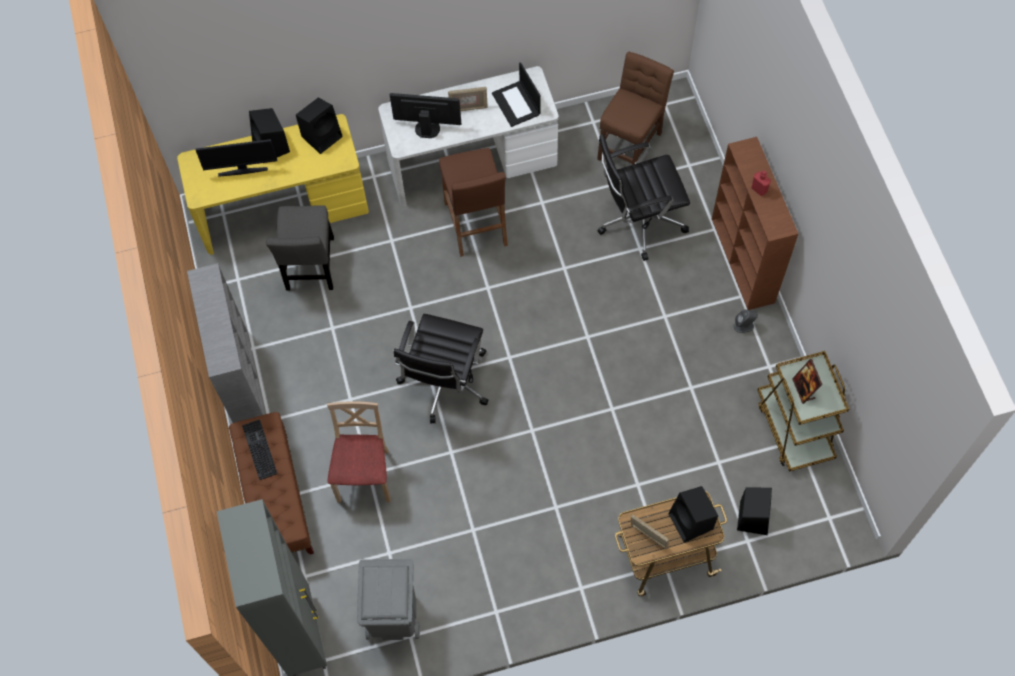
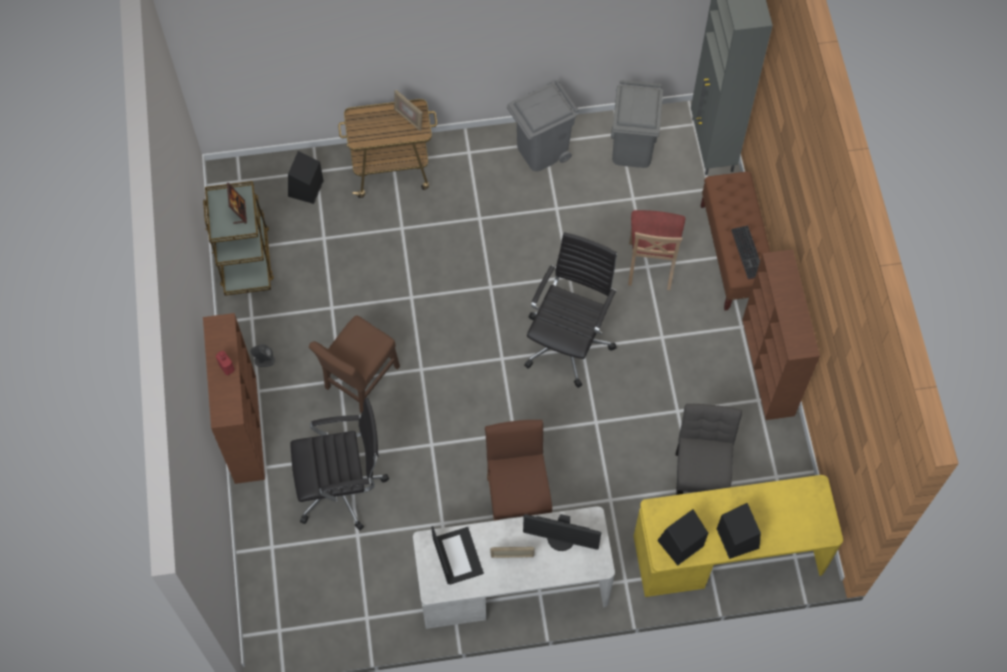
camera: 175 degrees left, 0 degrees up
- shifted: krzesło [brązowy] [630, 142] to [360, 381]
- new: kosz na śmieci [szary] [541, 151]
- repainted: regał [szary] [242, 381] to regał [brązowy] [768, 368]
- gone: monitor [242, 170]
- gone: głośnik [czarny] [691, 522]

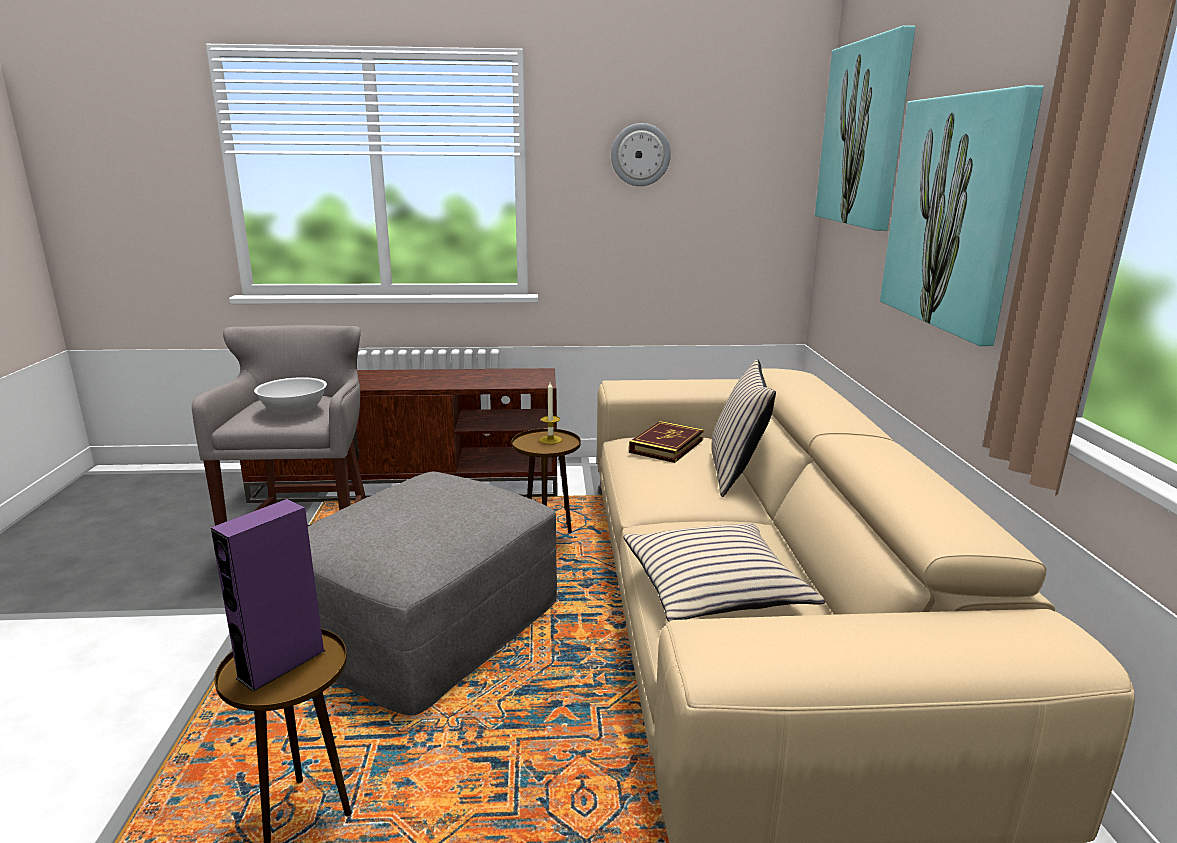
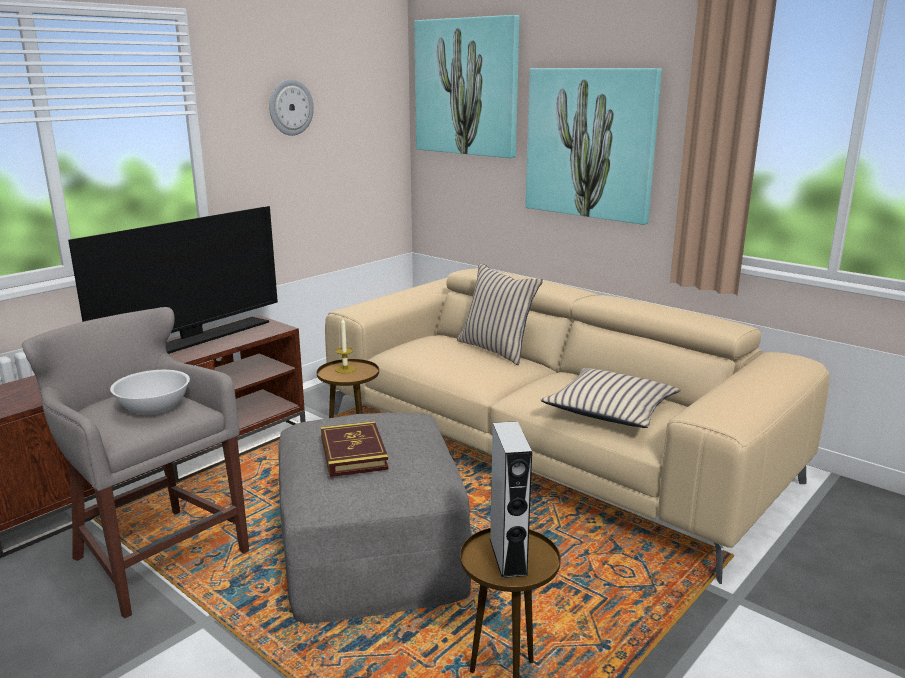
camera: 45 degrees left, 0 degrees up
- new: telewizor [192, 341]
- shifted: książka [666, 446] to [353, 453]
- repainted: głośnik [fioletowy] [281, 664] to głośnik [szary] [508, 556]

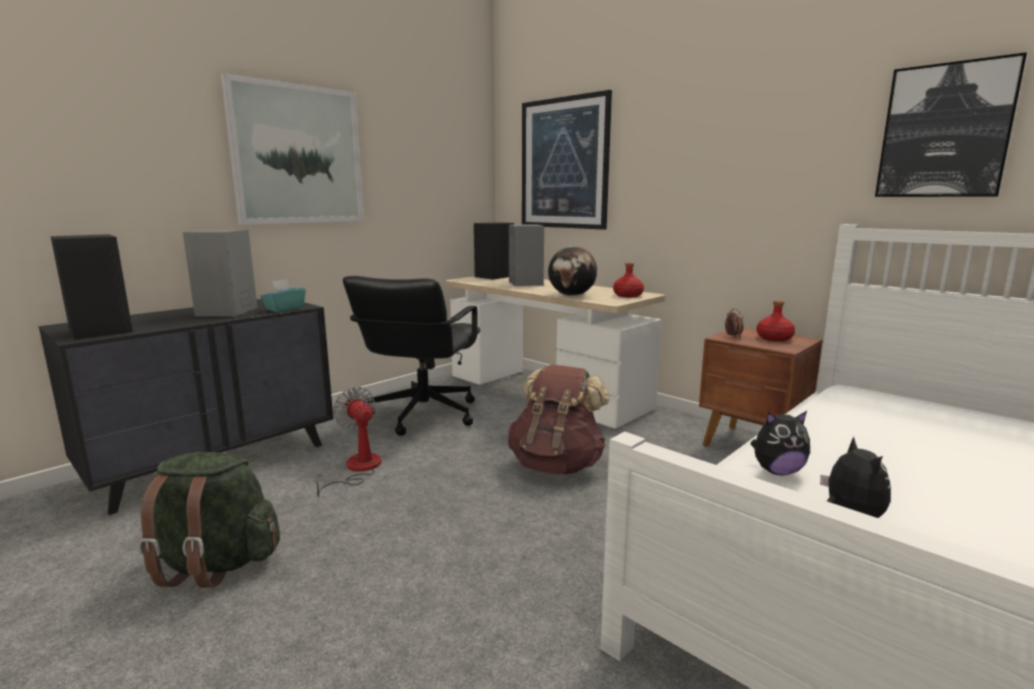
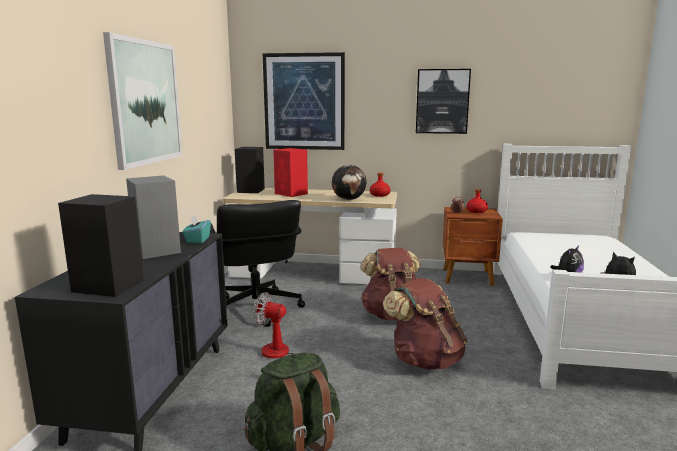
camera: 35 degrees left, 0 degrees up
- repainted: głośnik [szary] [526, 283] to głośnik [czerwony] [291, 194]
- new: plecak [brązowy] [425, 360]
- shifted: obraz [945, 131] to [442, 101]

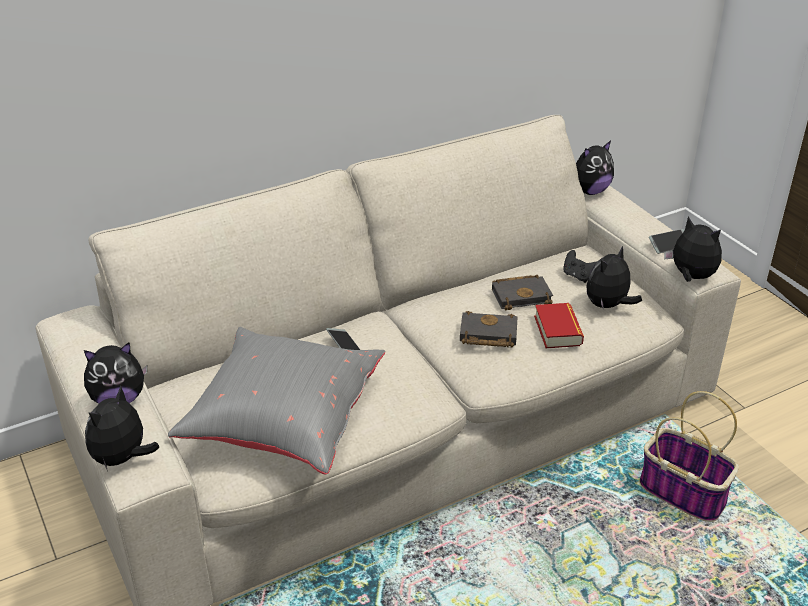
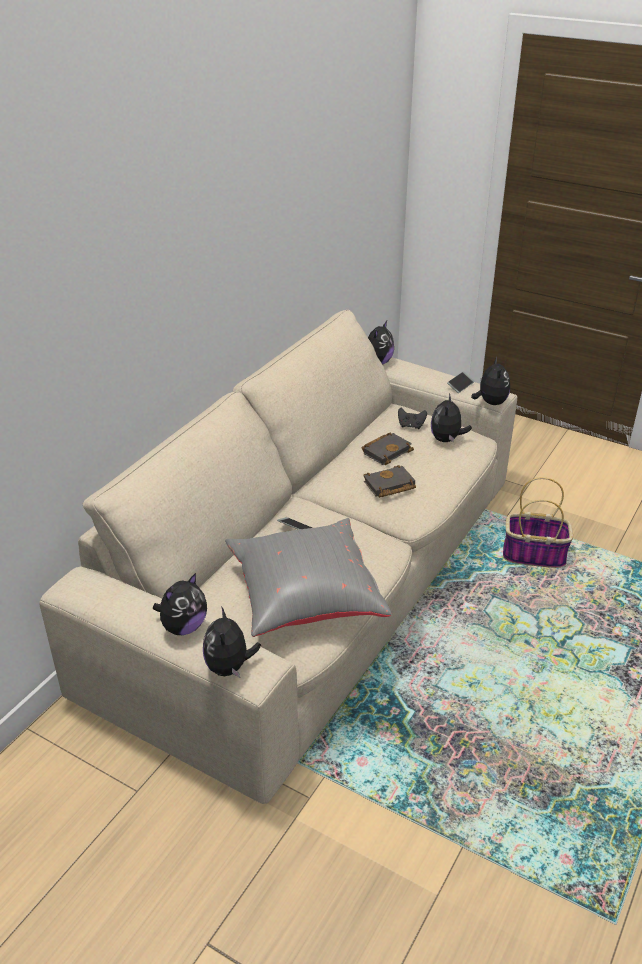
camera: 30 degrees left, 0 degrees up
- rotated: pluszak [691, 277] = [490, 402] 75 degrees clockwise
- gone: książka [558, 330]

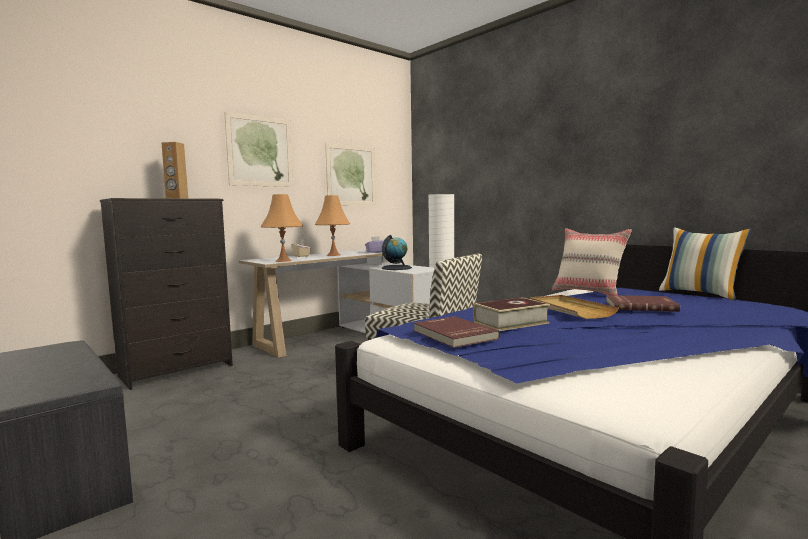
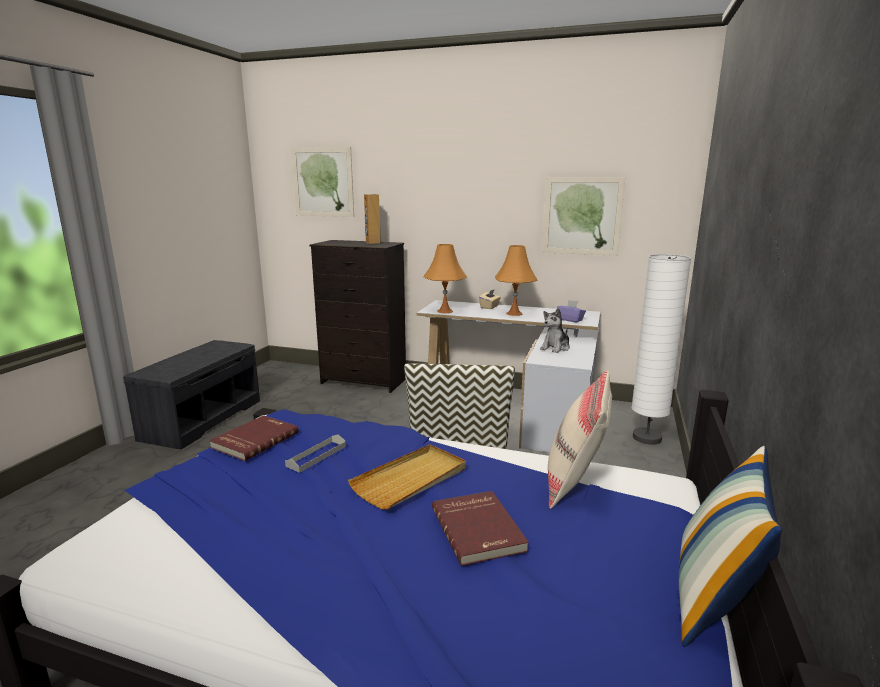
camera: 60 degrees right, 10 degrees up
- swapped: książka [511, 322] to taca [szary] [316, 456]
- shifted: obraz [260, 151] to [323, 182]
- swapped: globus [396, 268] to pluszak [555, 348]

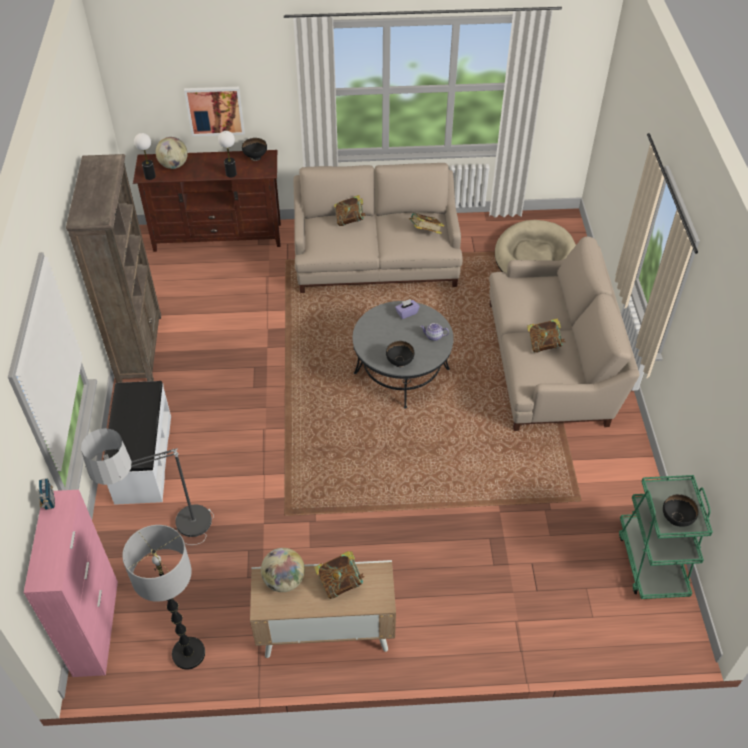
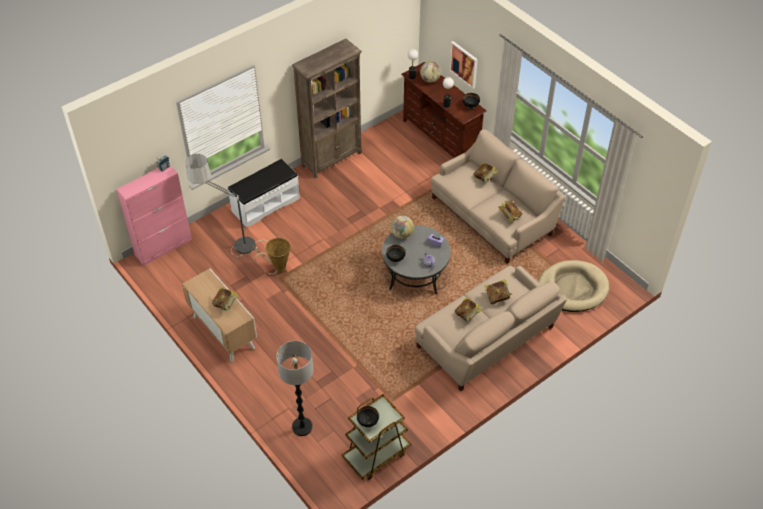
camera: 55 degrees right, 0 degrees up
- new: koszyk [277, 269]
- shifted: lampa stojąca [188, 654] to [302, 427]
- repainted: wózek [zielony] [652, 561] to wózek [brązowy] [376, 454]
- shifted: globus [284, 580] to [401, 234]
- new: książka [497, 297]

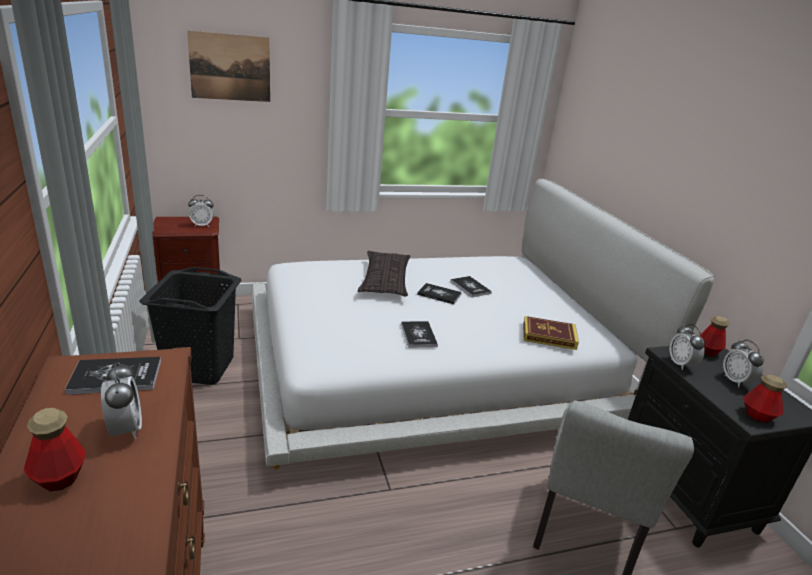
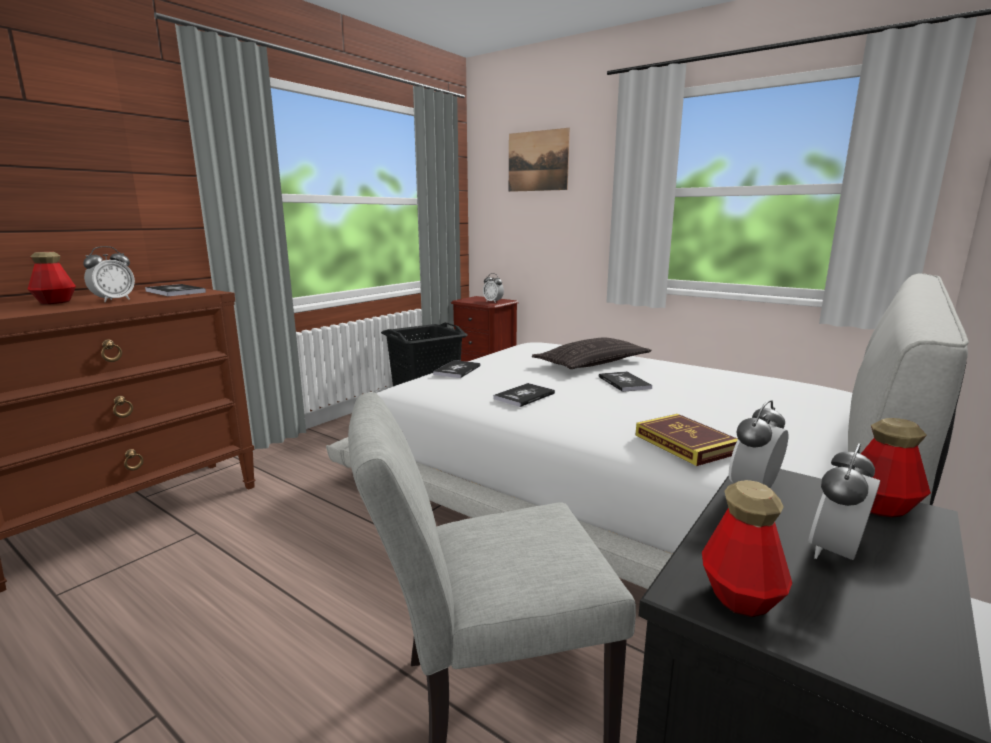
camera: 55 degrees right, 10 degrees down
- shifted: książka [470, 287] to [457, 370]

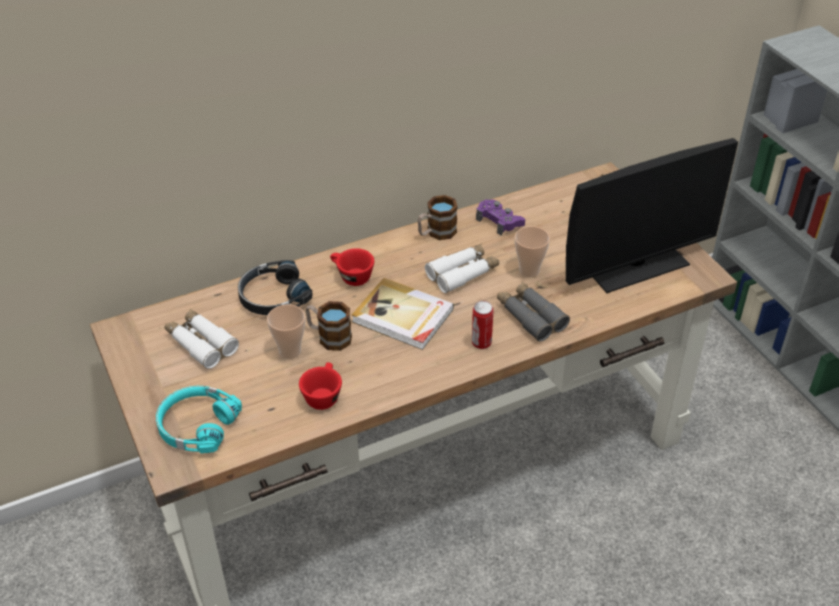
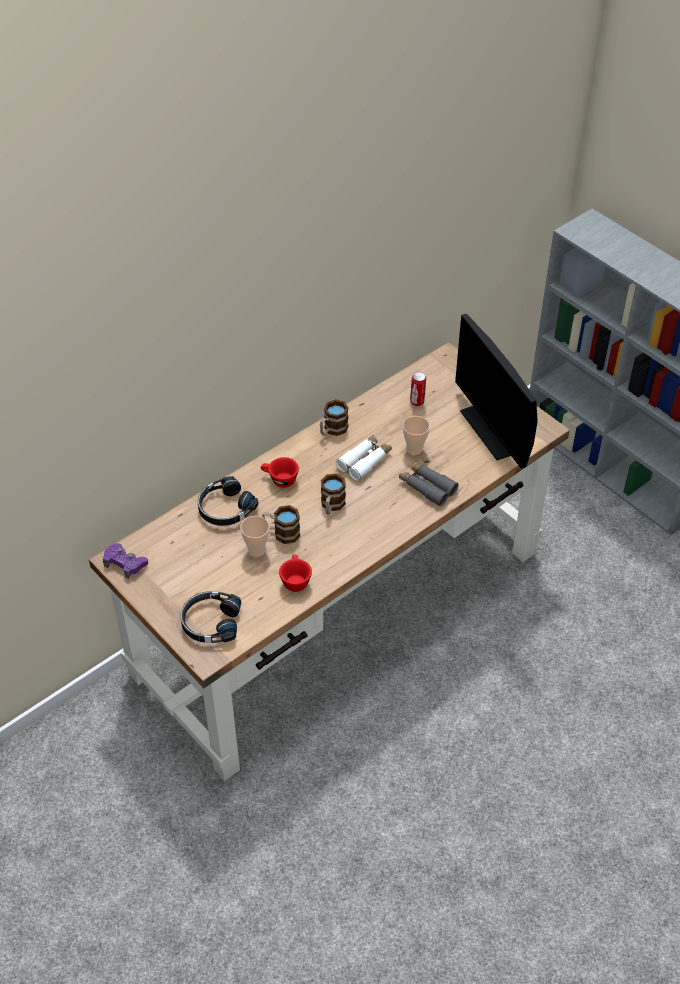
camera: 15 degrees left, 5 degrees up
- shifted: pad do gier [fioletowy] [499, 221] to [125, 563]
- repainted: słuchawki [turkusowy] [197, 426] to słuchawki [czarny] [210, 622]
- swapped: książka [403, 317] to kubek [331, 506]
- shifted: puszka [481, 343] to [417, 402]
- rotated: monitor [636, 265] = [493, 430] 105 degrees clockwise
- gone: lornetka [biały] [201, 343]

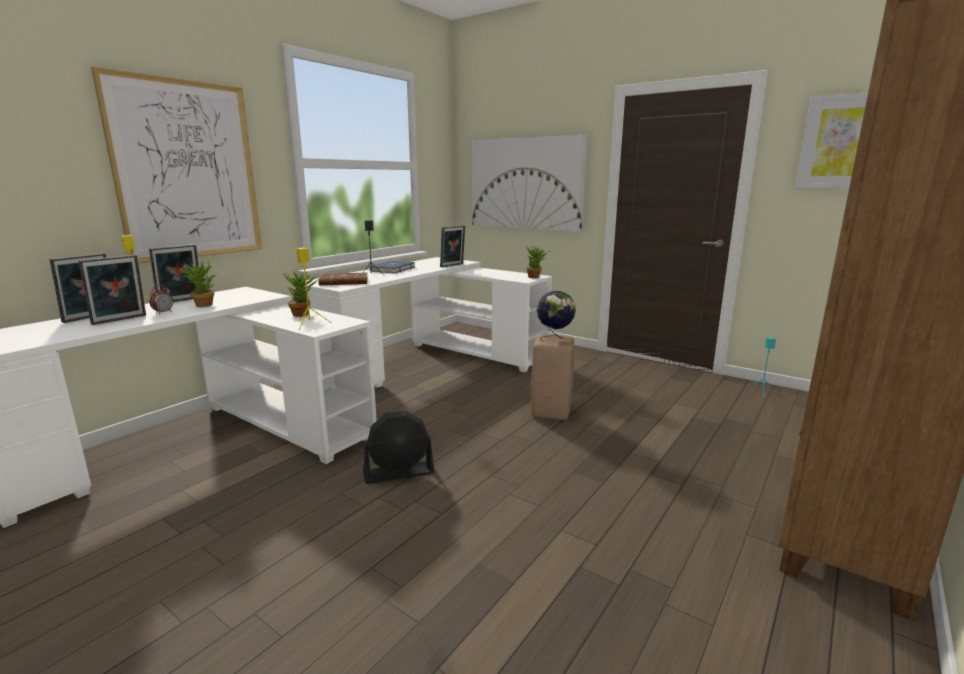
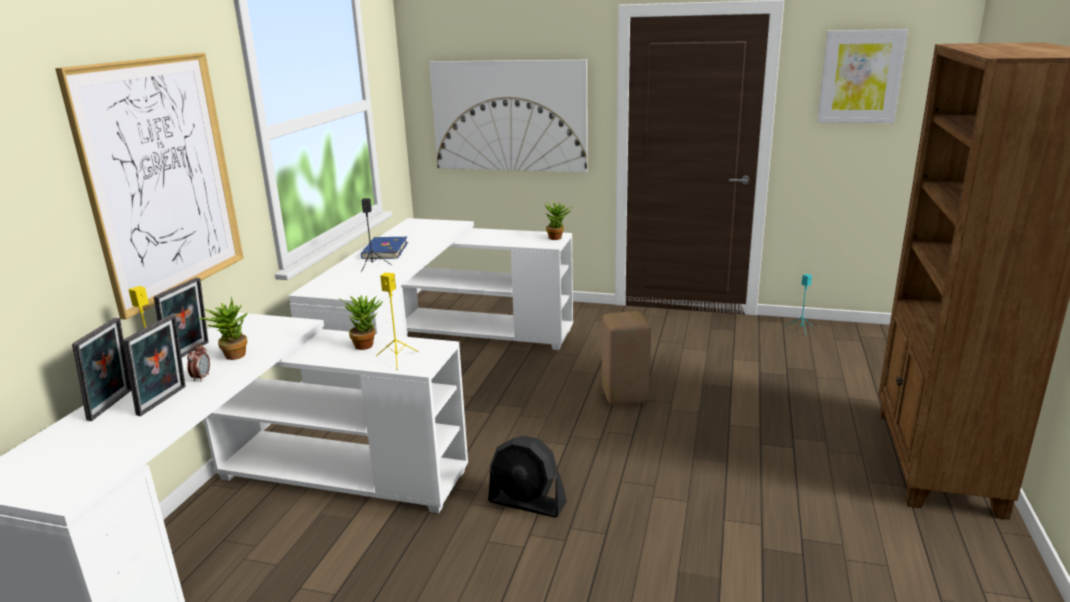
camera: 20 degrees left, 5 degrees up
- rotated: wentylator [czarny] [399, 473] = [527, 503] 60 degrees clockwise
- gone: książka [brązowy] [344, 282]
- gone: ramka na zdjęcie [453, 265]
- gone: globus [554, 338]

